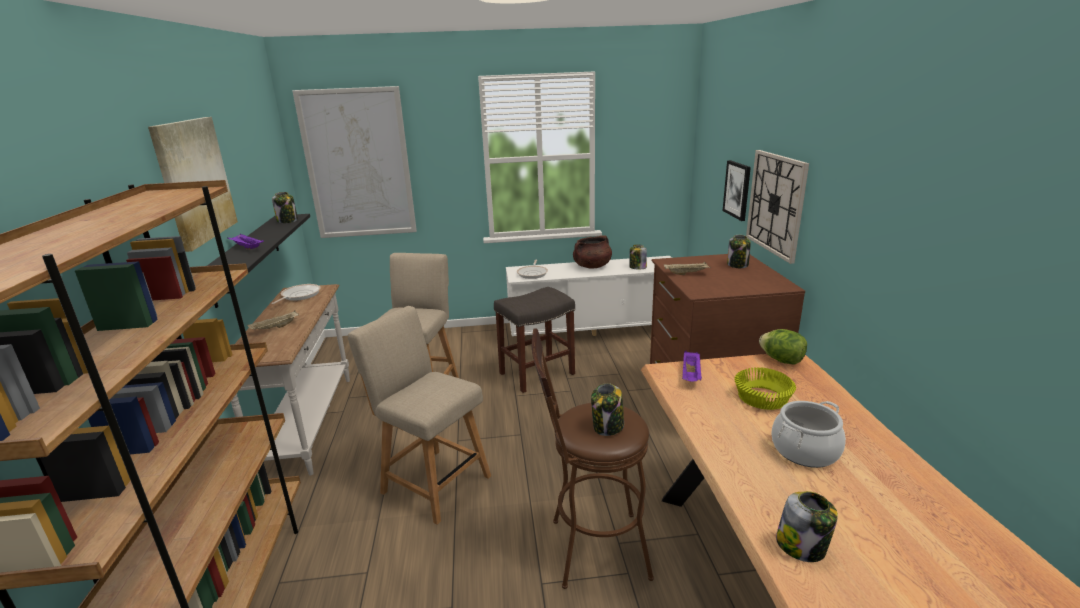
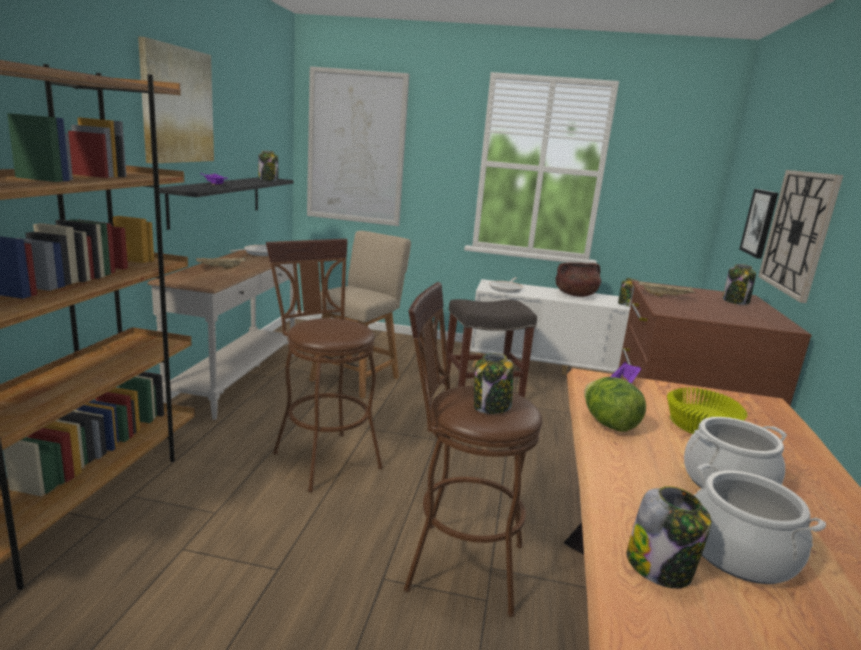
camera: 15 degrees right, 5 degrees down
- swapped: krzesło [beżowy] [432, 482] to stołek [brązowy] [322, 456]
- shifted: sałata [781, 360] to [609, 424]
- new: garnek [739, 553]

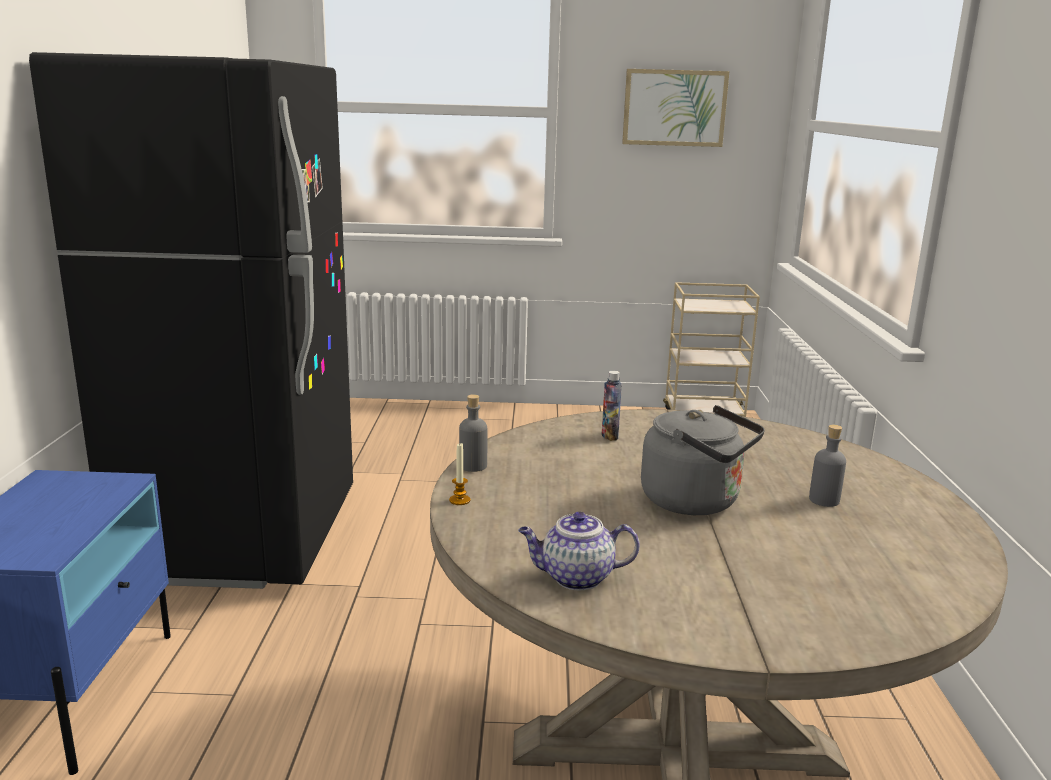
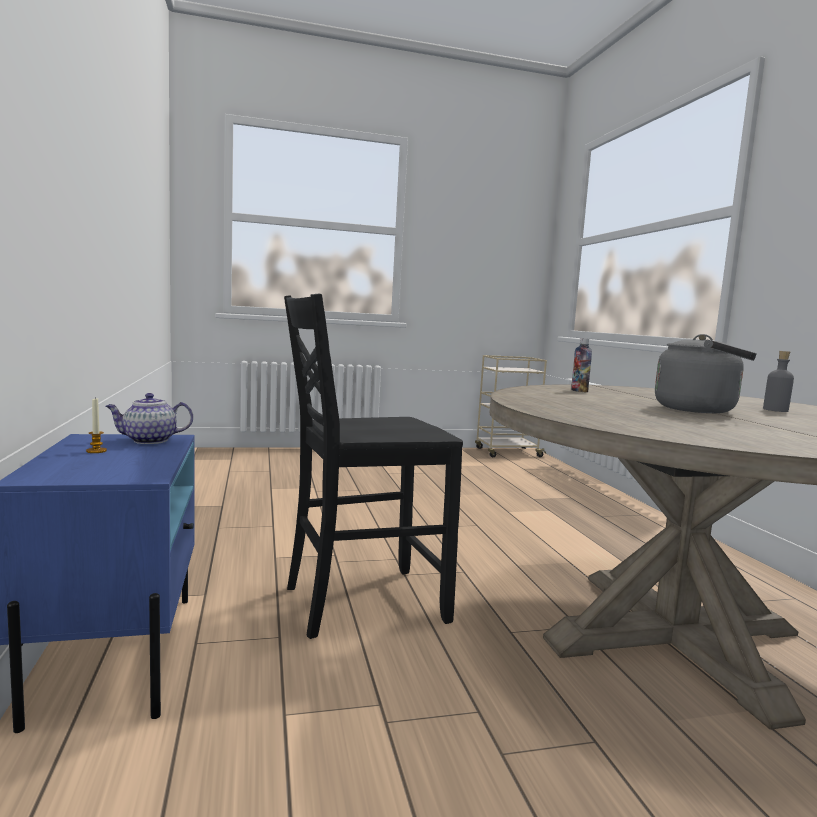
camera: 15 degrees left, 10 degrees down
- shifted: świeca [459, 500] to [96, 451]
- shifted: imbryk [575, 578] to [149, 441]
- new: krzesło [czarny] [360, 602]
- gone: lodówka [czarny] [244, 535]
- gone: butelka [szary] [473, 466]
- gone: obraz [674, 108]

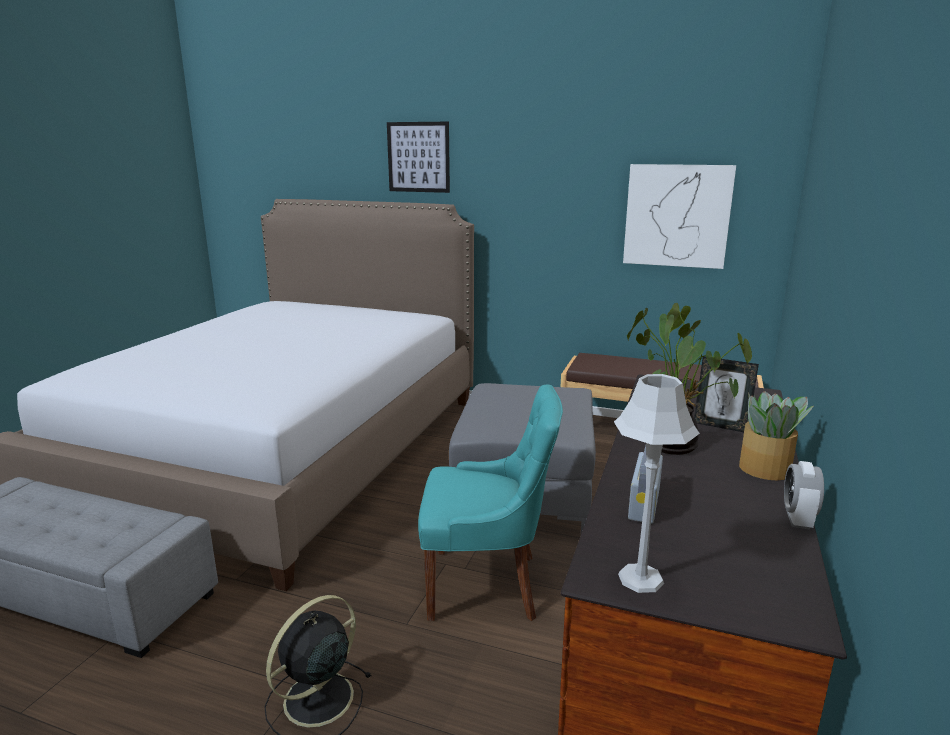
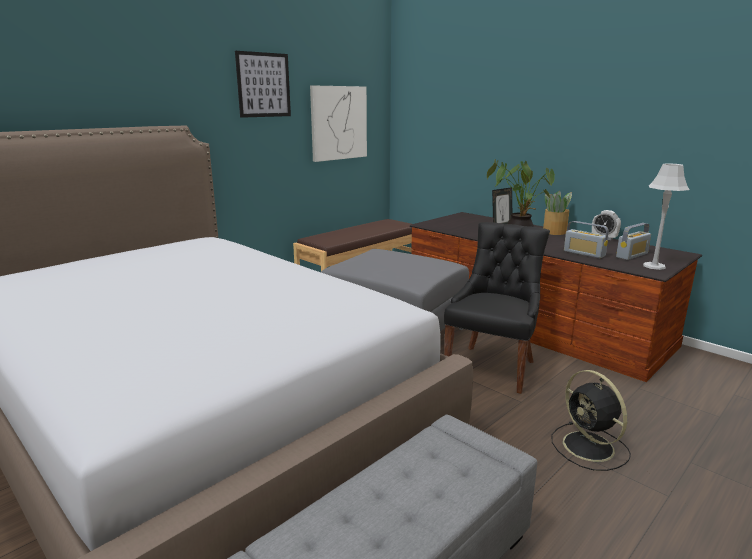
camera: 65 degrees left, 0 degrees up
- shifted: obraz [418, 157] to [263, 85]
- repainted: krzesło [turkusowy] [487, 585] to krzesło [czarny] [492, 367]
- new: radio [632, 255]

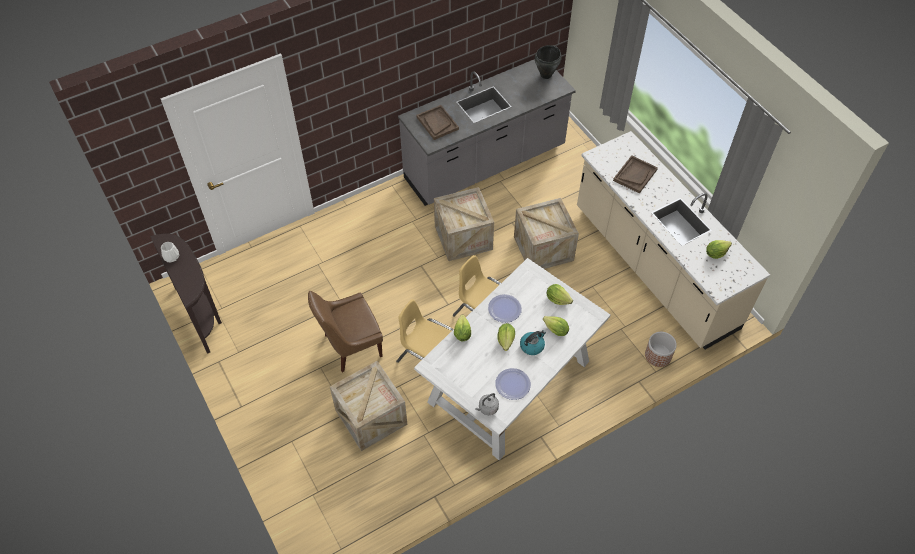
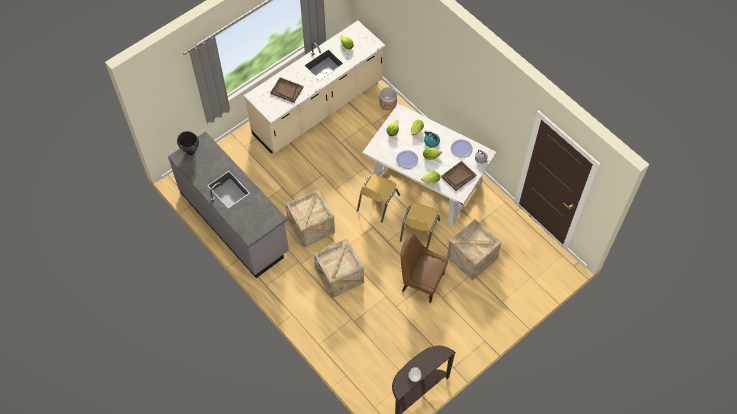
camera: 100 degrees left, 5 degrees up
- shifted: skrzynka [543, 248] to [339, 276]
- rotated: krzesło [brązowy] [350, 346] = [421, 282] 150 degrees clockwise
- shifted: taca [brązowy] [437, 123] to [458, 176]

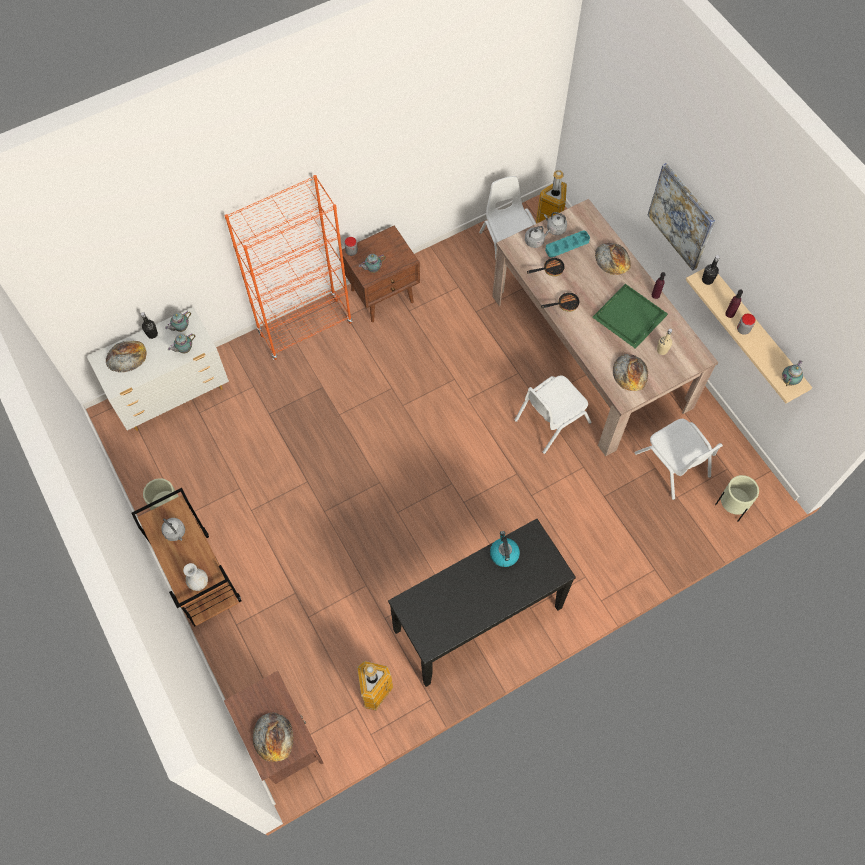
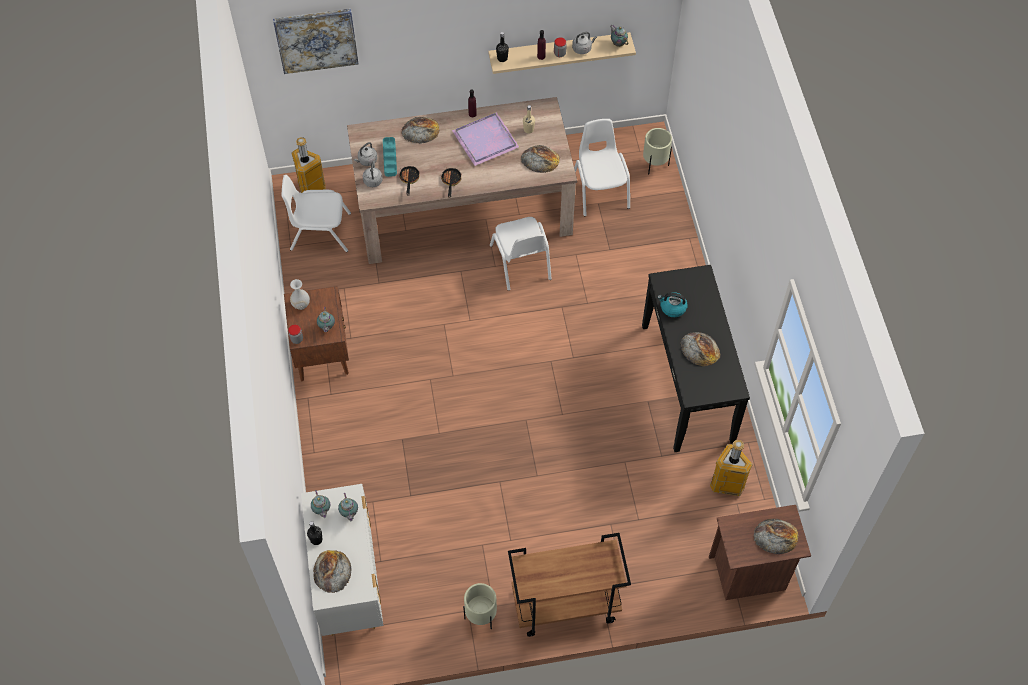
camera: 70 degrees left, 5 degrees down
- shifted: obraz [681, 216] to [316, 40]
- shifted: wazon [biały] [199, 582] to [301, 304]
- repainted: taca [zielony] [630, 318] to taca [fioletowy] [487, 140]
- shifted: czajnik [szary] [175, 533] to [582, 48]
- rotated: krzesło [biały] [673, 465] = [600, 190] 90 degrees counterclockwise
- new: chleb [700, 349]
- gone: regał [pomarańczowy] [305, 328]

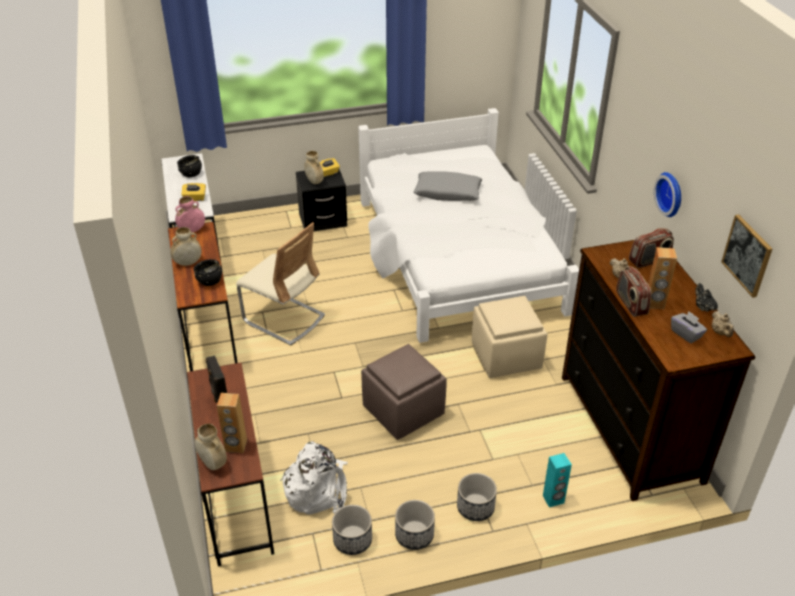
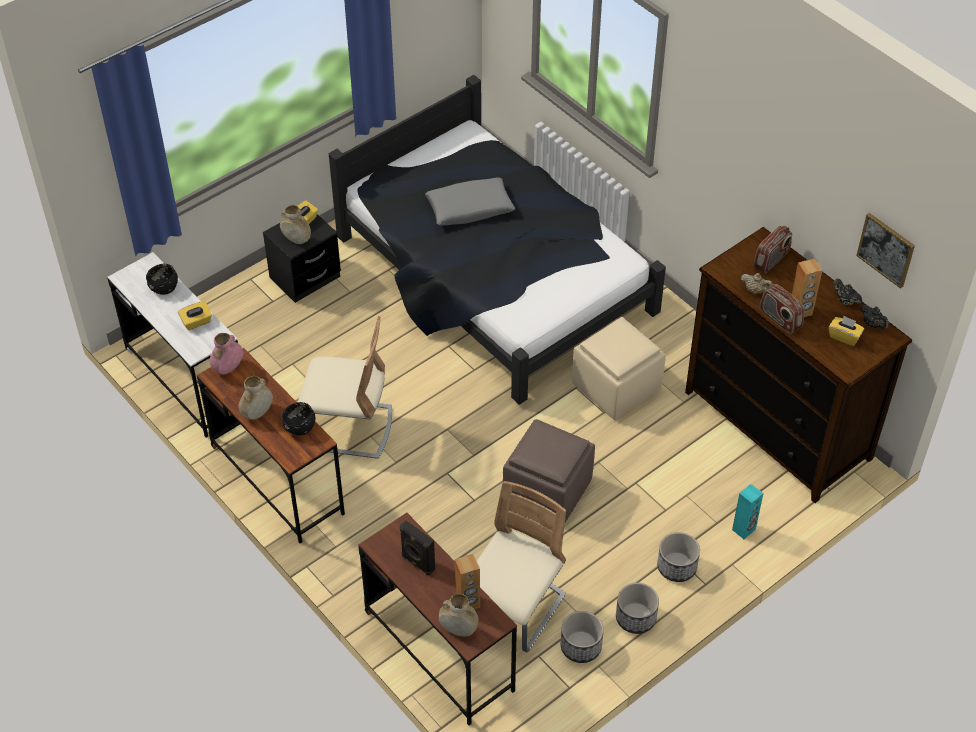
camera: 25 degrees left, 10 degrees up
- repainted: łóżko [biały] [457, 257] to łóżko [czarny] [494, 277]
- swapped: plecak [biały] [317, 489] to krzesło [beżowy] [514, 609]
- repainted: pudełko chusteczek [szary] [686, 334] to pudełko chusteczek [żółty] [844, 336]
- repainted: imbryk [beżowy] [720, 332] to imbryk [czarny] [872, 324]
- gone: zegar ścienny [671, 194]

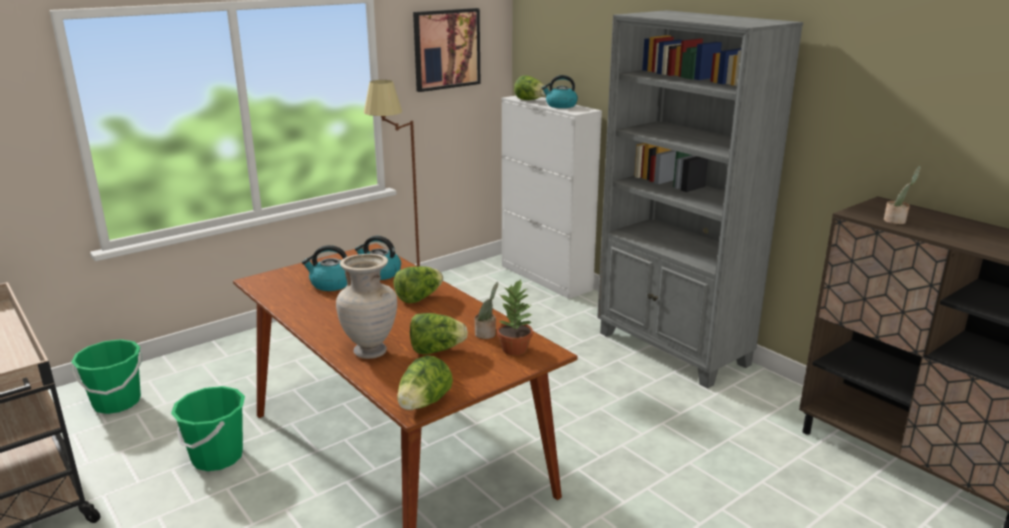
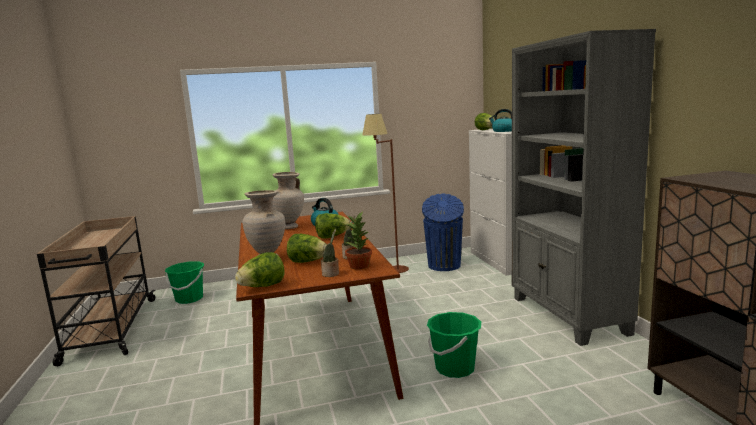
camera: 25 degrees right, 10 degrees down
- swapped: czajnik [331, 284] to wazon [beżowy] [290, 227]
- shifted: roślina doniczkowa [896, 221] to [331, 274]
- new: kosz na śmieci [niebieski] [444, 266]
- shifted: wiadro [zielony] [217, 457] to [455, 368]
- gone: obraz [446, 49]

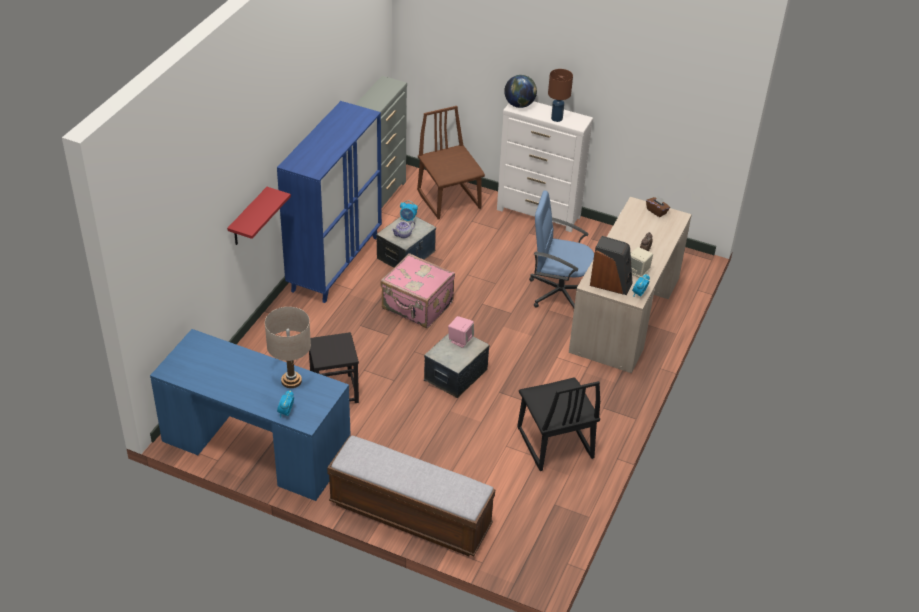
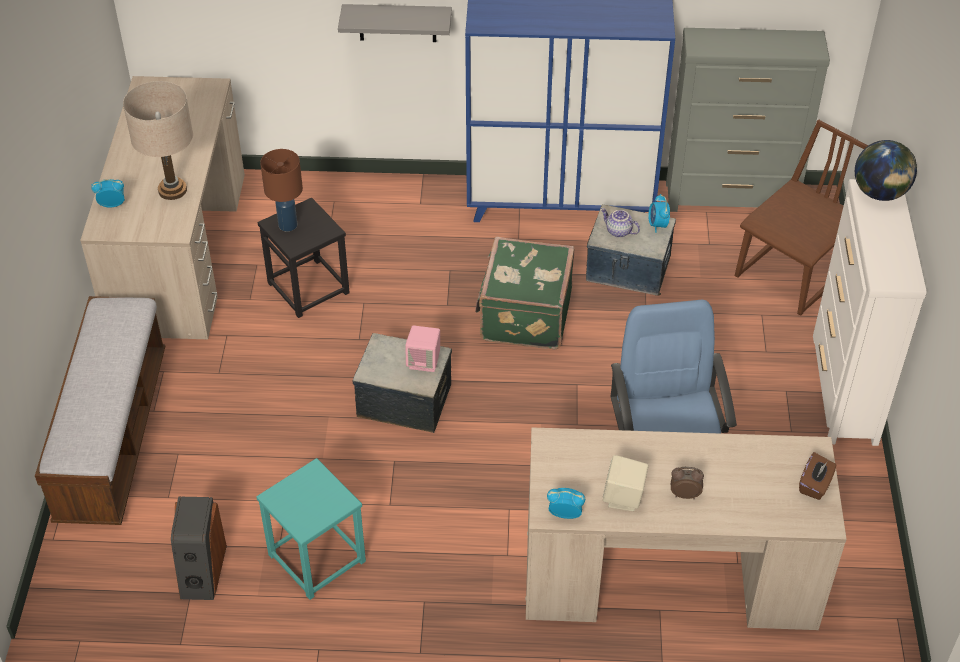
camera: 70 degrees right, 5 degrees up
- repainted: biurko [niebieski] [256, 445] to biurko [beżowy] [180, 250]
- shifted: głośnik [610, 283] to [202, 571]
- swapped: krzesło [czarny] [554, 443] to stołek [turkusowy] [316, 558]
- shifted: lampa stołowa [brązowy] [557, 118] to [288, 225]
- repainted: półka [czerwony] [248, 218] to półka [szary] [397, 23]
- repainted: walizka [różowy] [417, 307] to walizka [zielony] [524, 315]

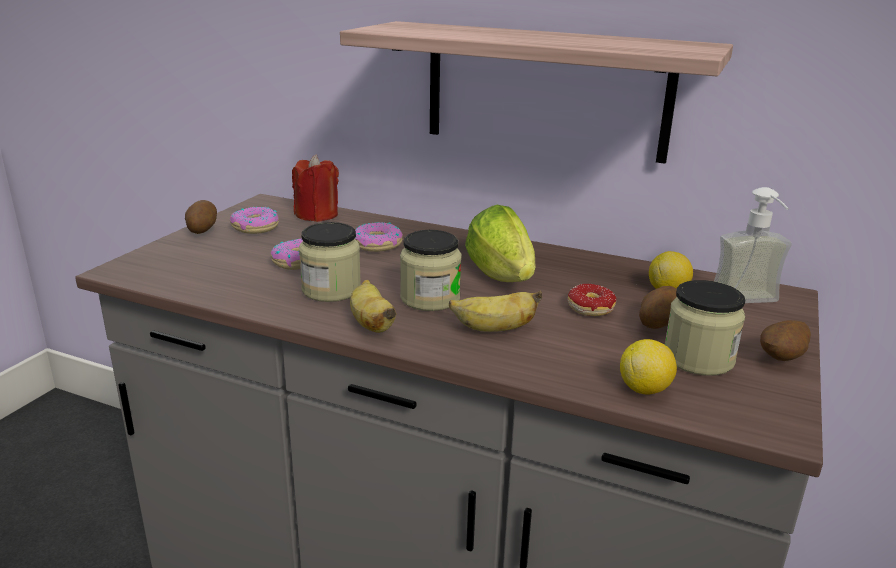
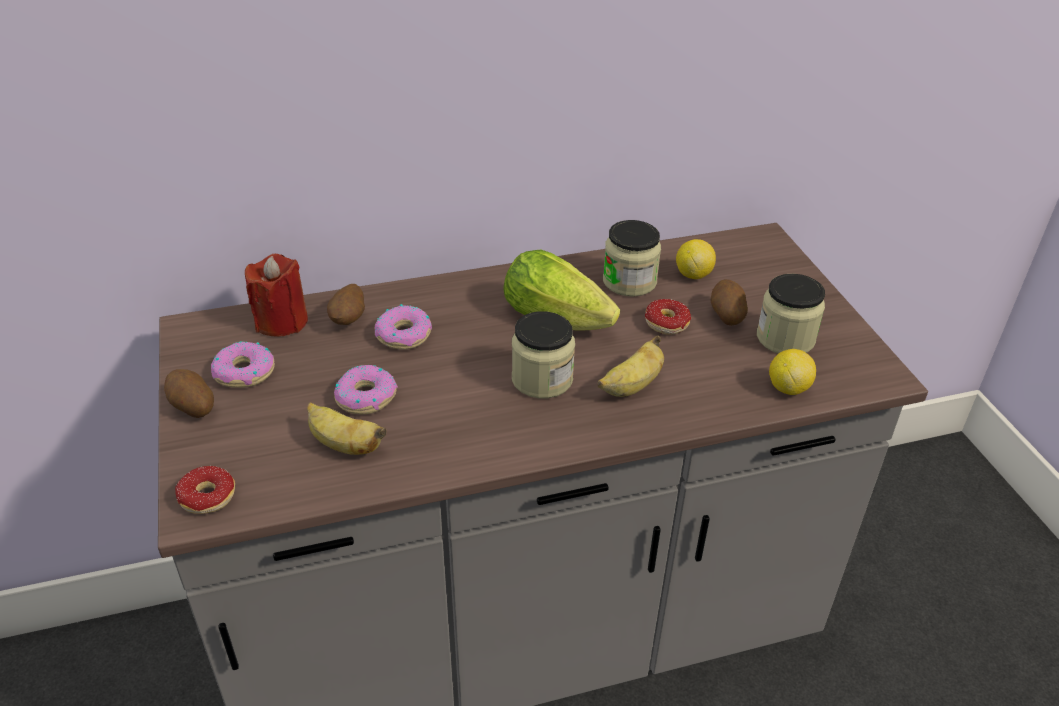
camera: 40 degrees left, 15 degrees up
- new: donut [203, 505]
- shifted: banan [371, 324] to [344, 445]
- shifted: ziemniak [781, 359] to [349, 320]
- shifted: słoik [331, 290] to [629, 281]
- gone: półka [545, 91]
- gone: dozownik mydła [750, 304]

